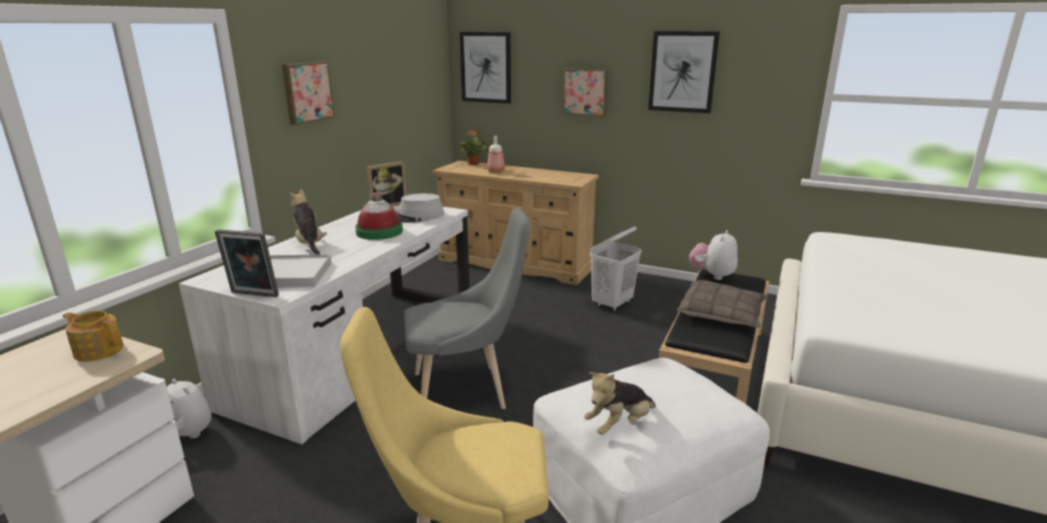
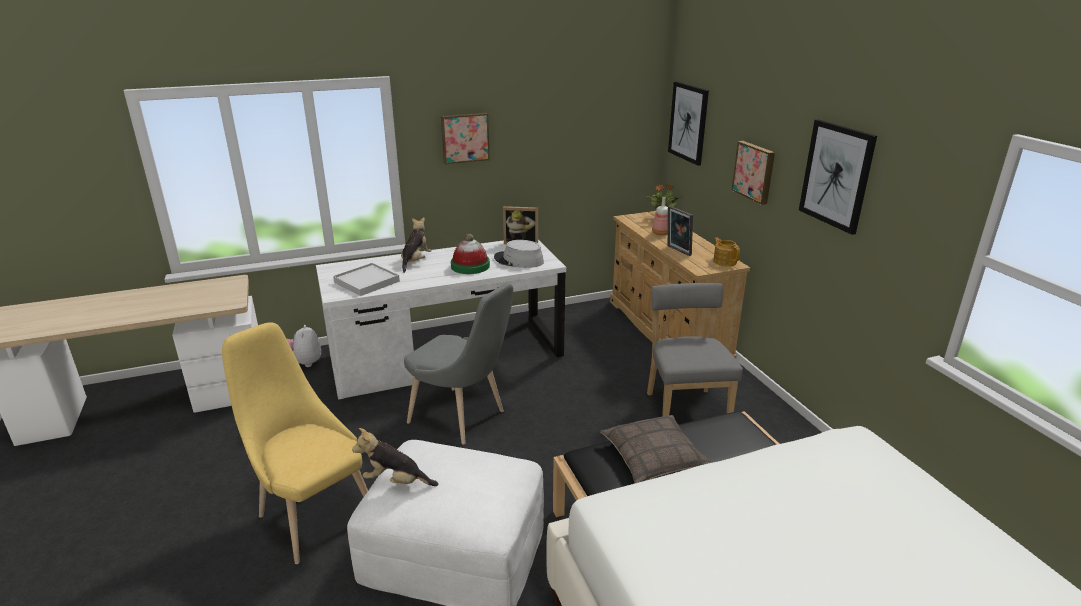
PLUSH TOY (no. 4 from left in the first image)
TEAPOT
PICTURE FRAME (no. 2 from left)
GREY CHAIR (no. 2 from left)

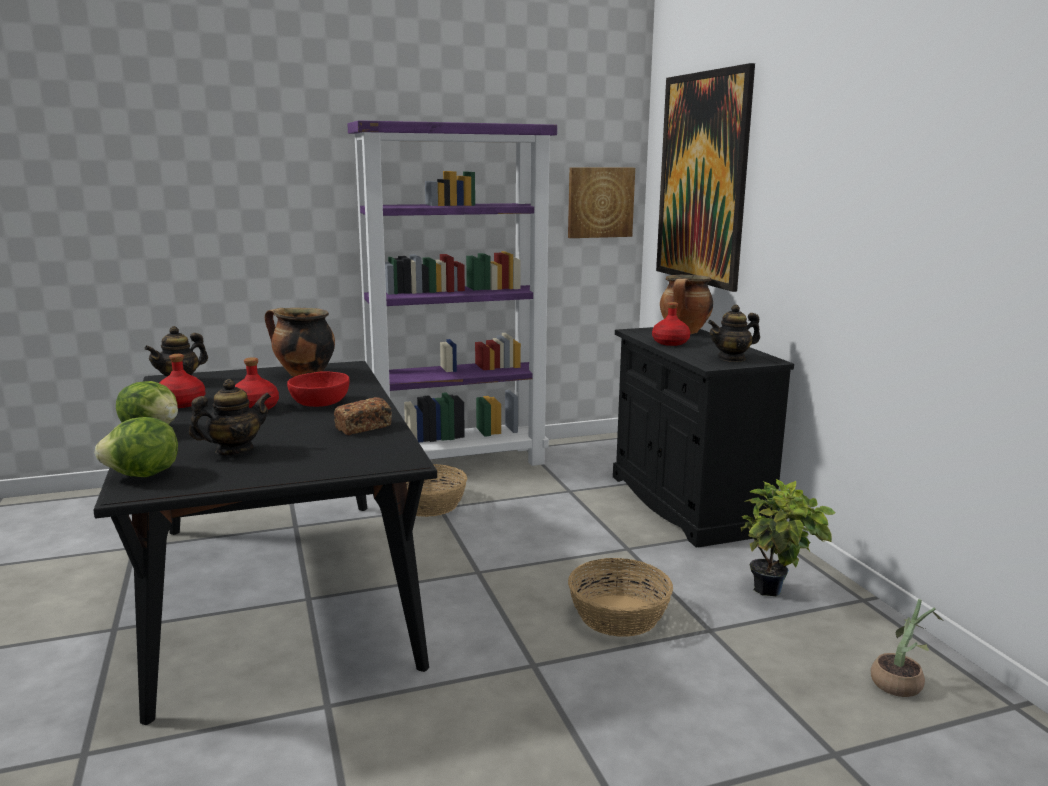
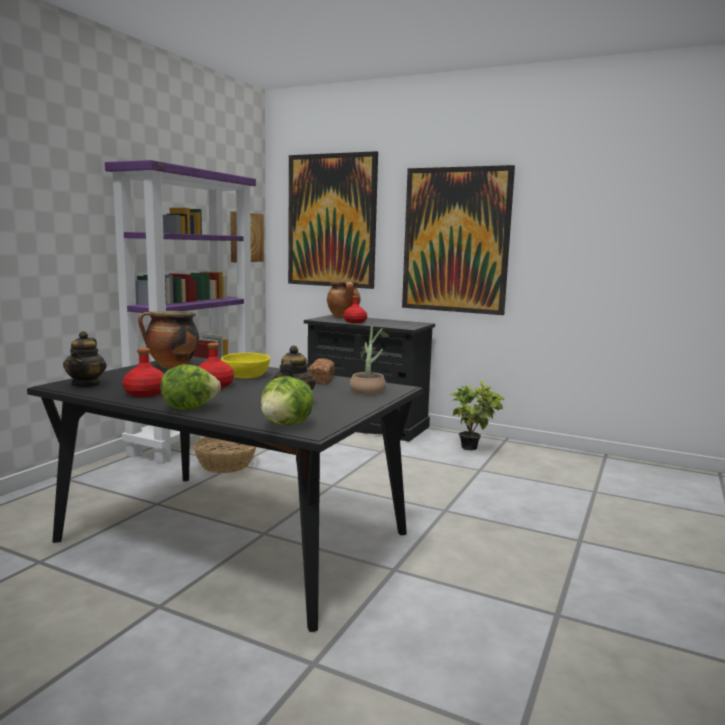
BASKET (no. 2 from left in the first image)
TEAPOT (no. 3 from left in the first image)
PICTURE (no. 3 from left)
POTTED PLANT (no. 1 from left)
YELLOW BOWL

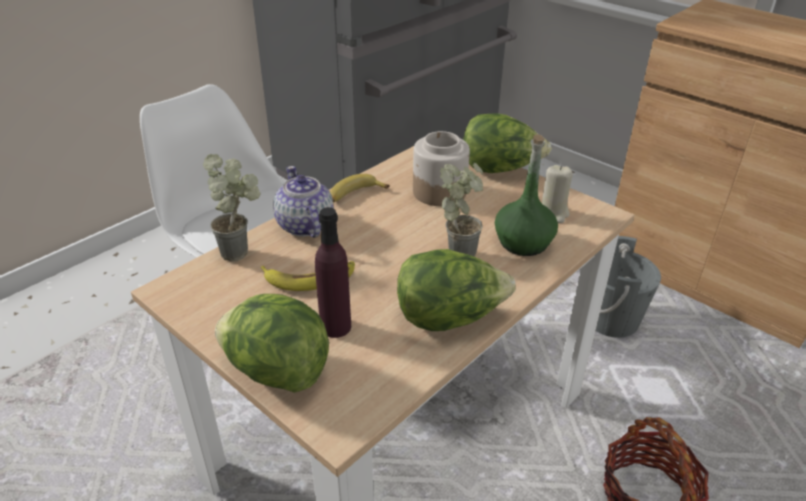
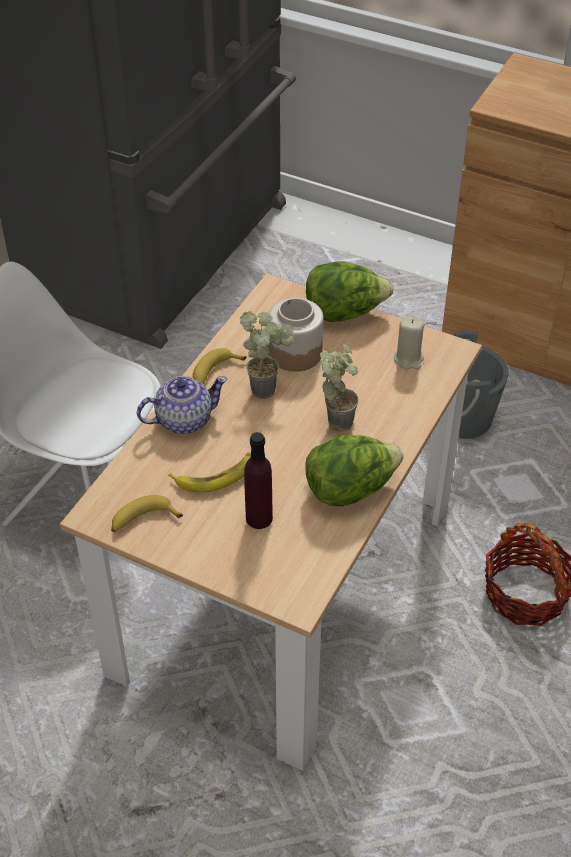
LETTUCE (no. 1 from left in the first image)
GREEN BOTTLE
BANANA (no. 1 from left)
POTTED PLANT (no. 1 from left)
TEAPOT

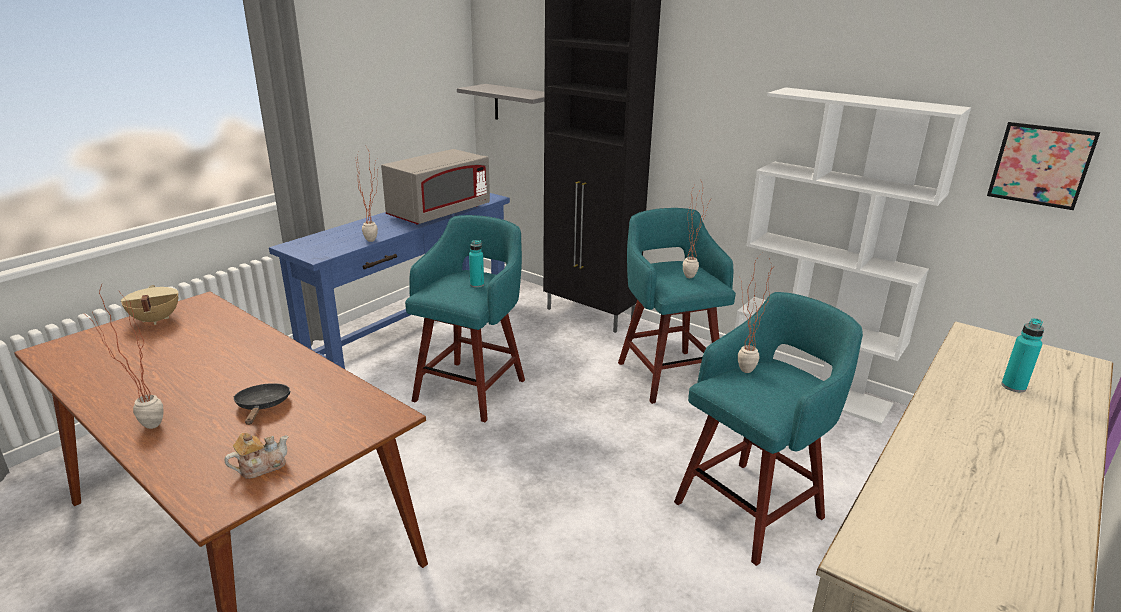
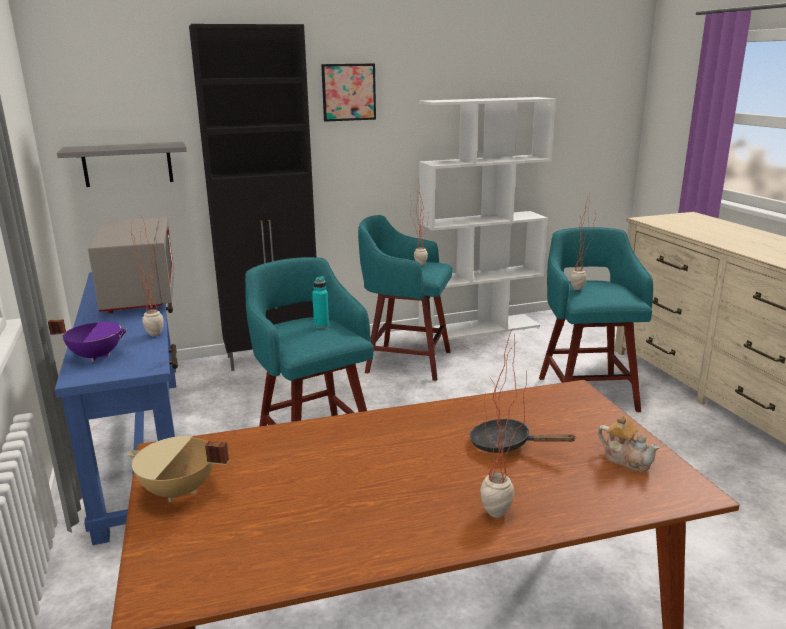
TURQUOISE BOTTLE (no. 2 from left in the first image)
PURPLE COOKING POT
PICTURE
TEAPOT

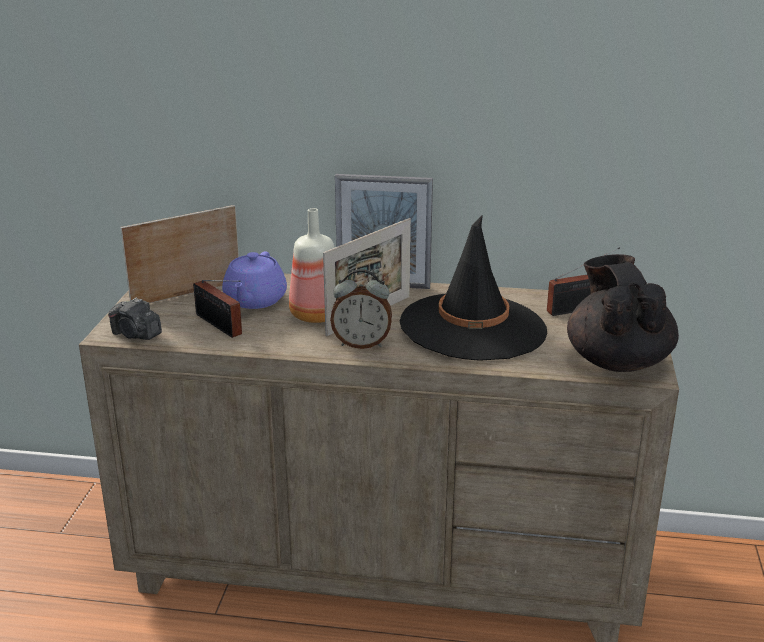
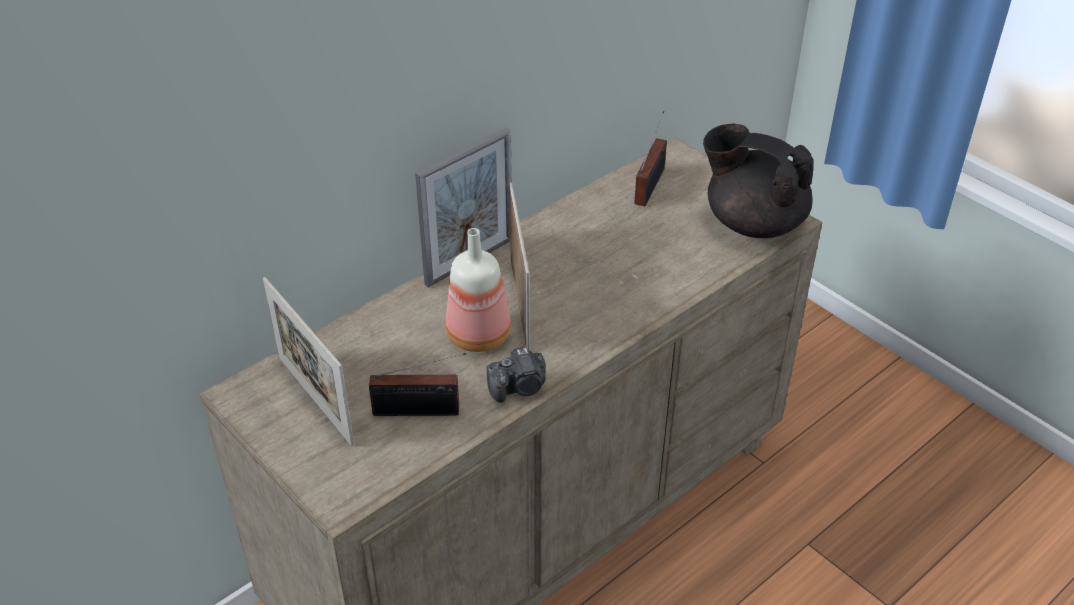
PURPLE TEAPOT
ALARM CLOCK
BLACK HAT
PHOTO CAMERA
PICTURE FRAME (no. 1 from left)

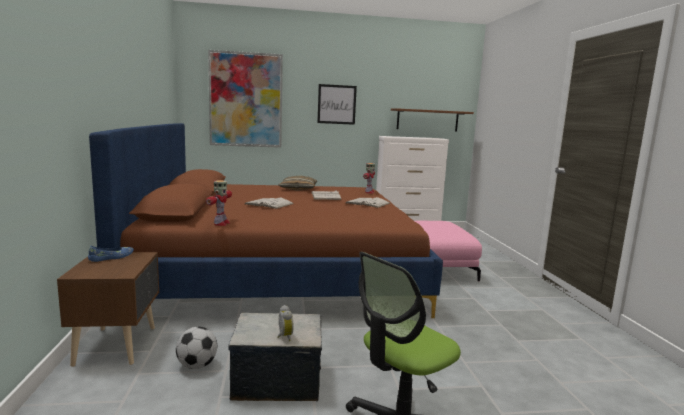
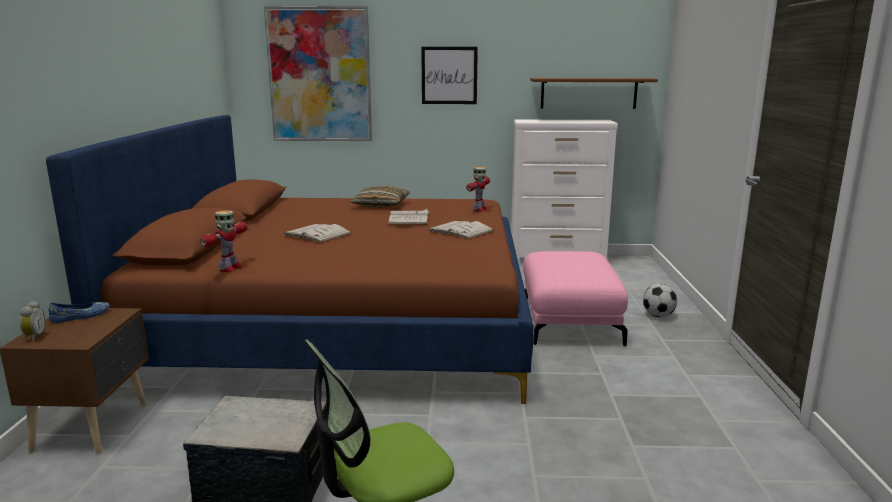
FOOTBALL
ALARM CLOCK

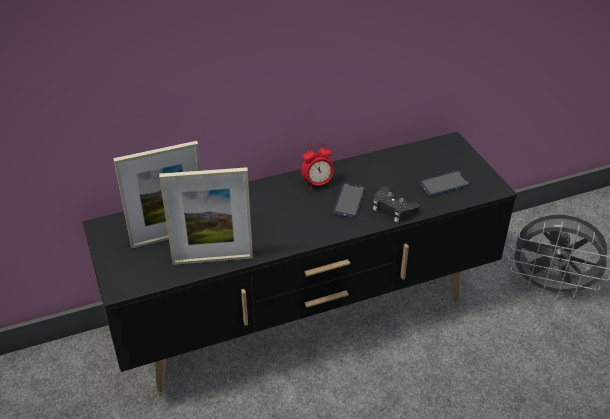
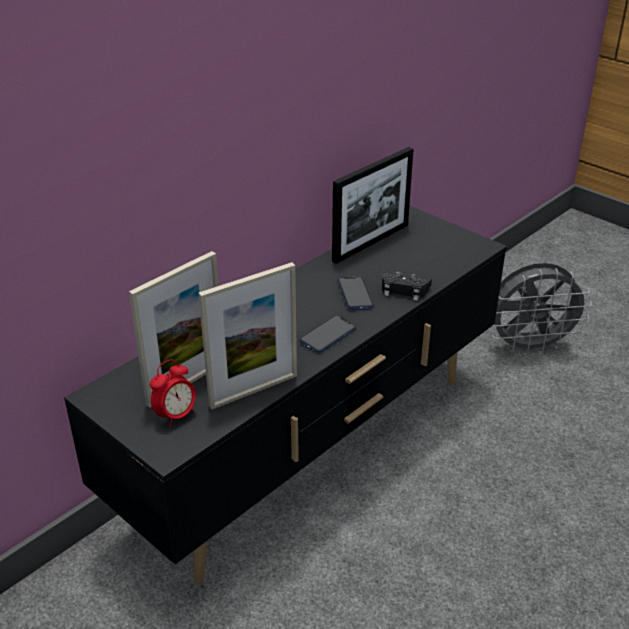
PICTURE FRAME (no. 3 from left)
ALARM CLOCK
PHONE (no. 1 from left)

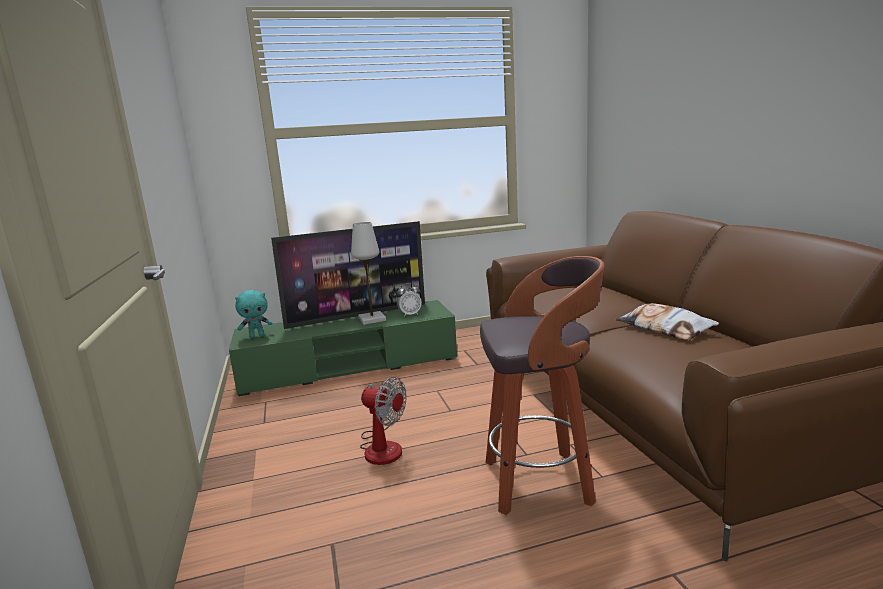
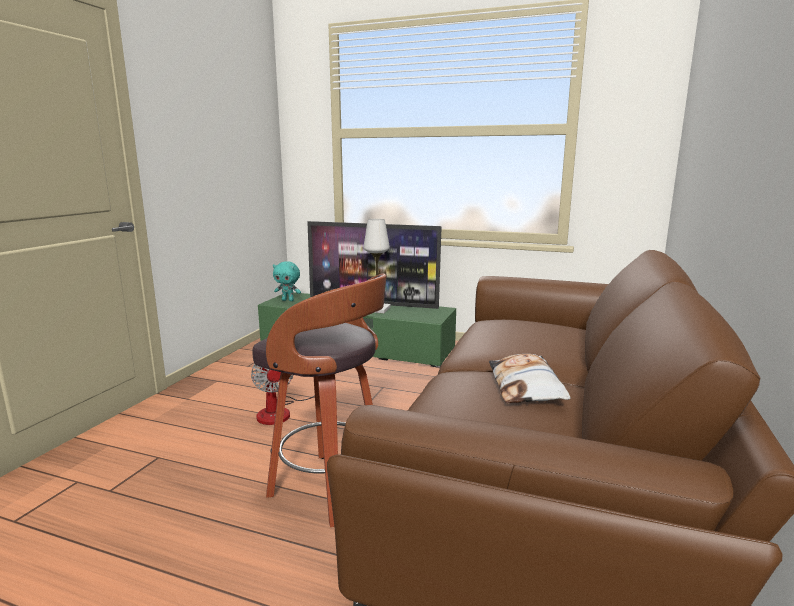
ALARM CLOCK

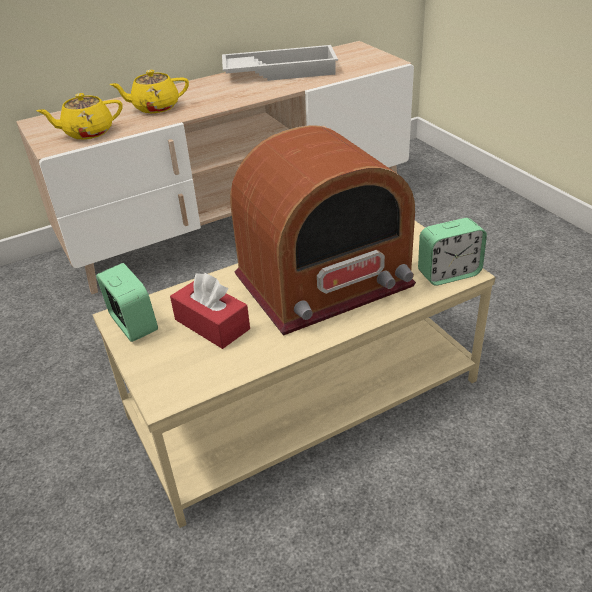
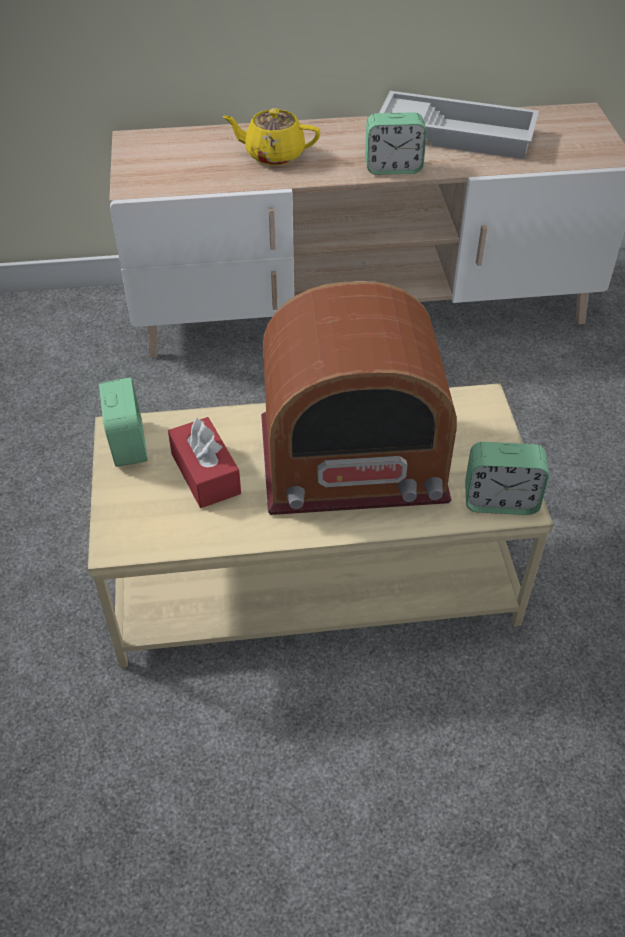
YELLOW TEAPOT (no. 1 from left in the first image)
ALARM CLOCK (no. 2 from left)

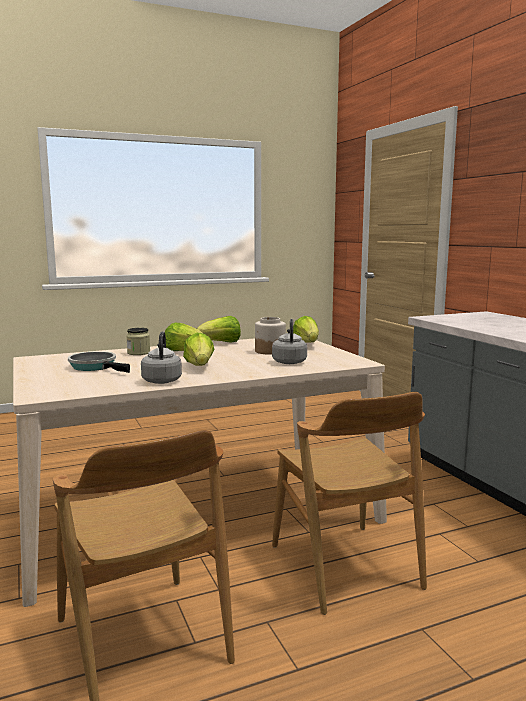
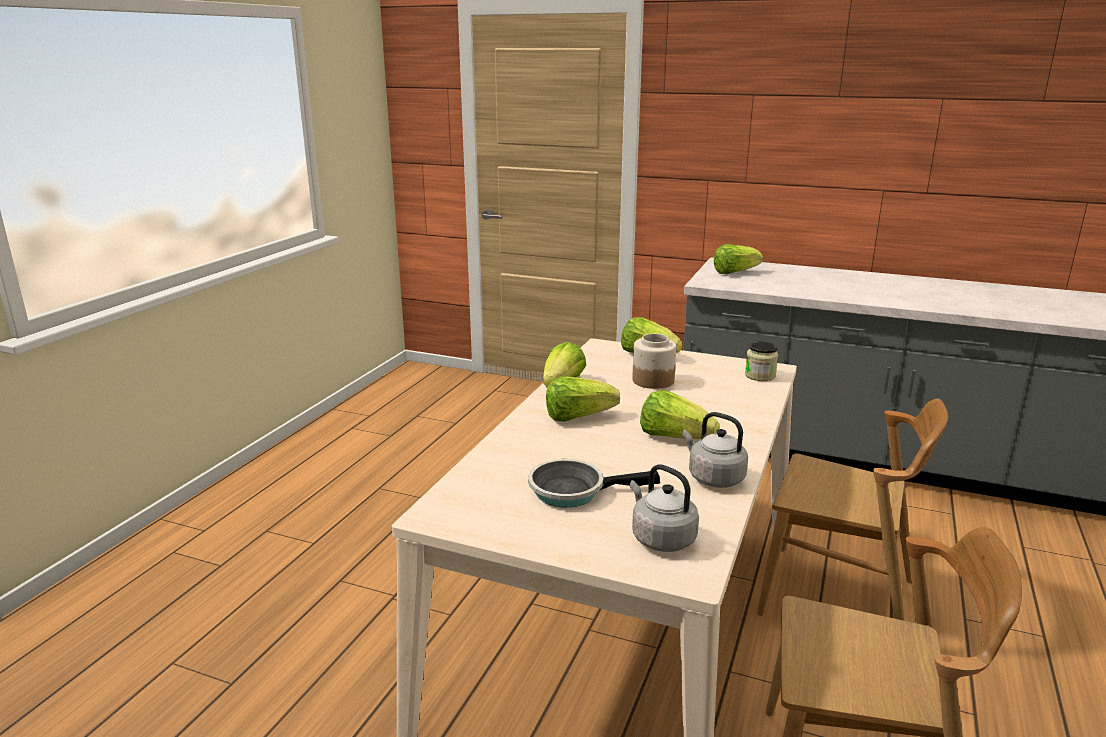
LETTUCE (no. 5 from left)
JAR (no. 2 from left)
GREY KETTLE (no. 1 from left)

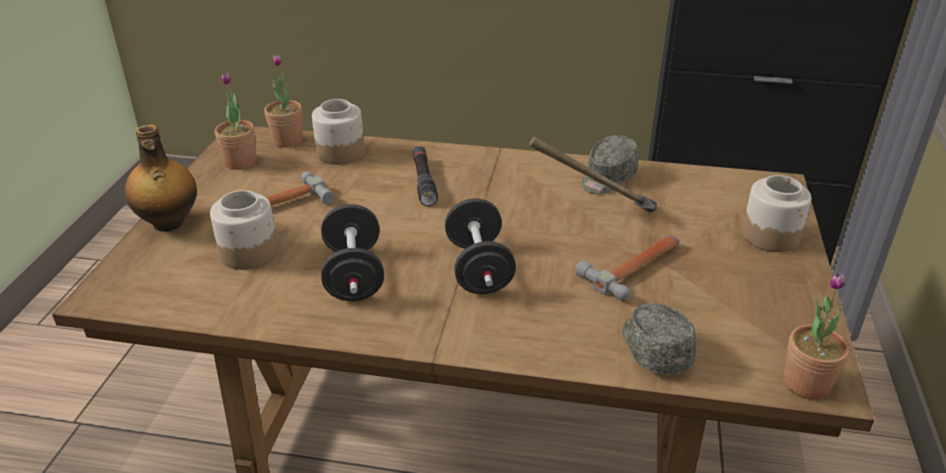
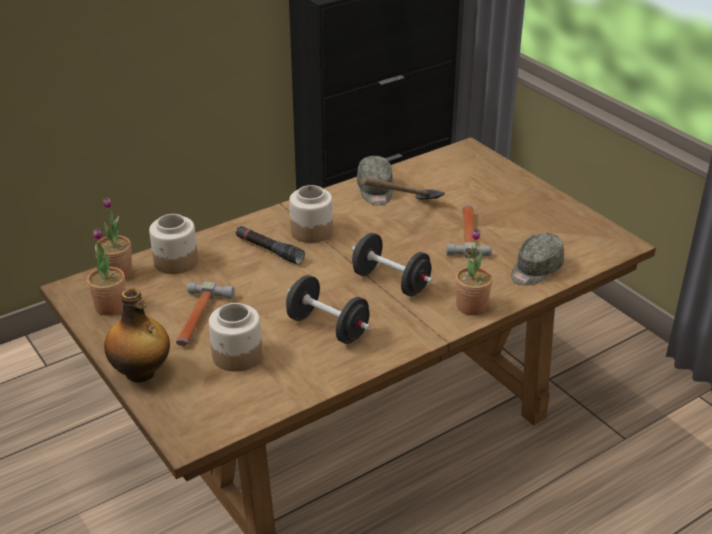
JAR (no. 3 from left)
POTTED PLANT (no. 3 from left)
GREY CAP (no. 2 from left)

